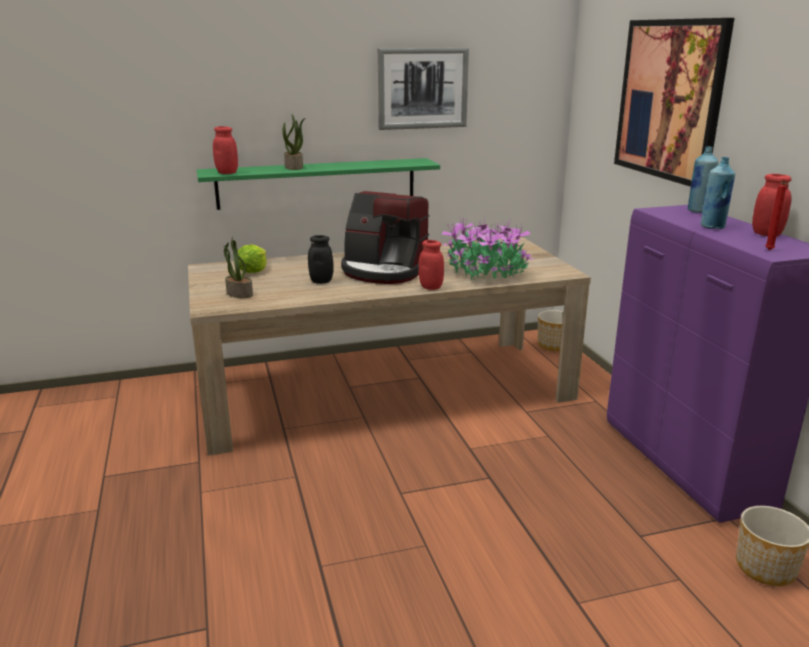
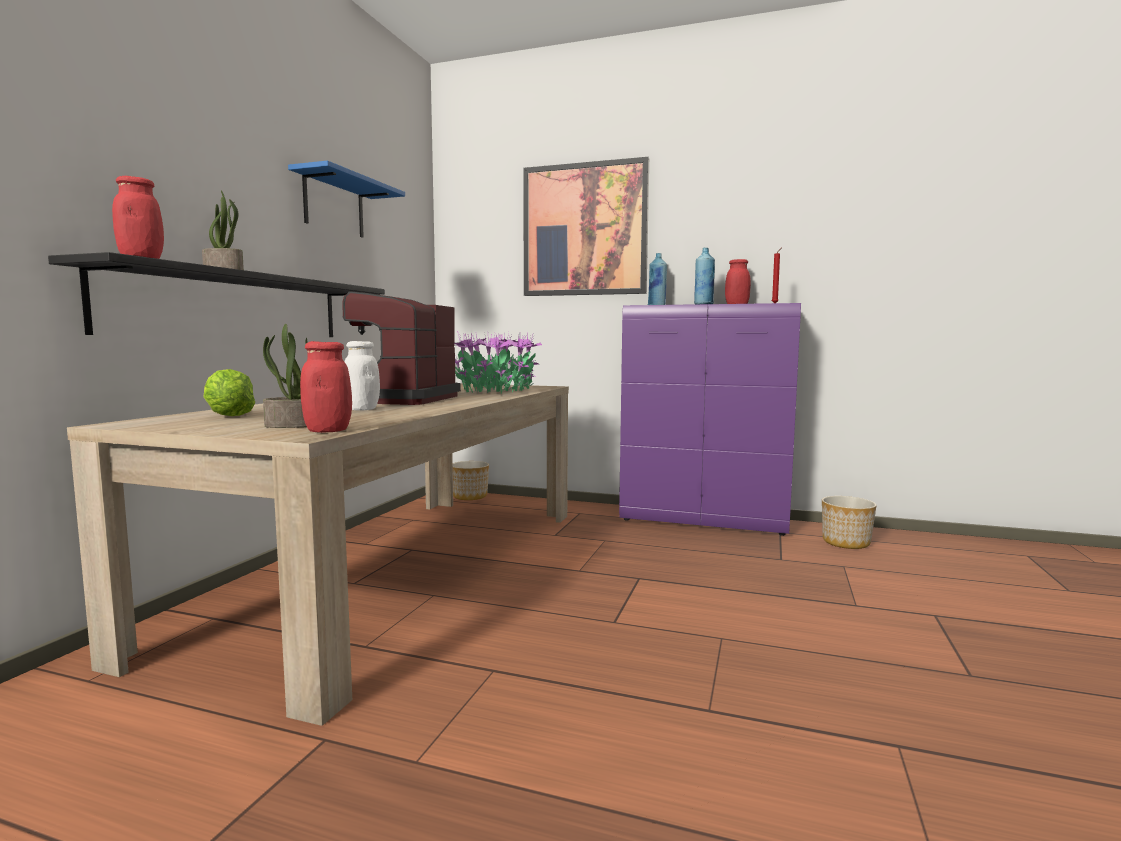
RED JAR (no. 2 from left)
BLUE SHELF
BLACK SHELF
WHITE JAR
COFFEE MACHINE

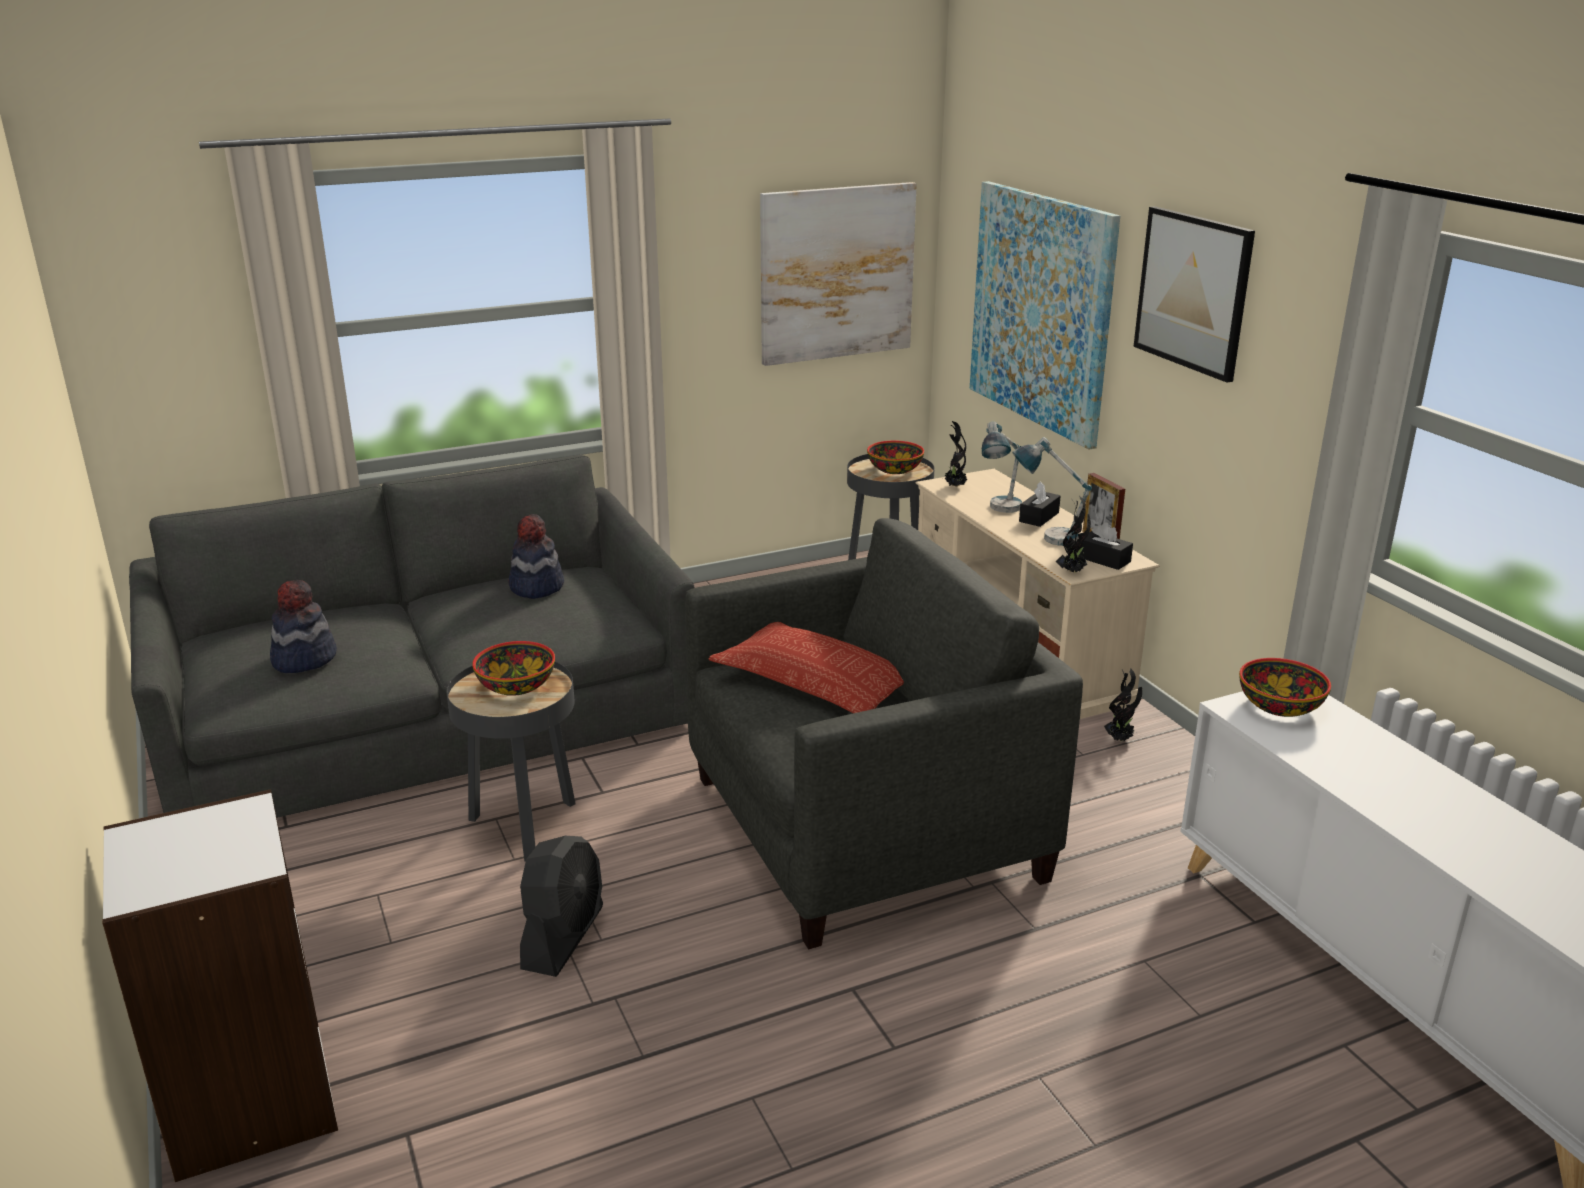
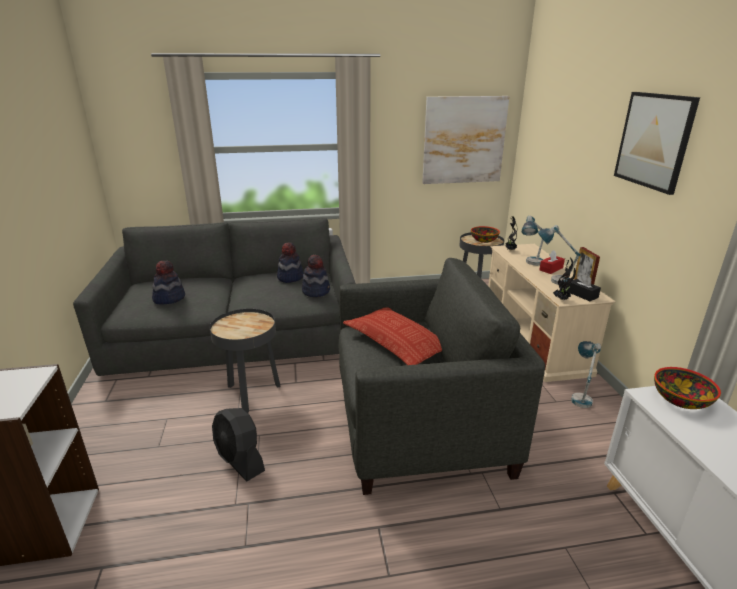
BOWL (no. 1 from left in the first image)
PICTURE (no. 2 from left in the first image)
HAT (no. 3 from left)
TABLE LAMP (no. 3 from left)
RED TISSUE BOX
BLACK FAN

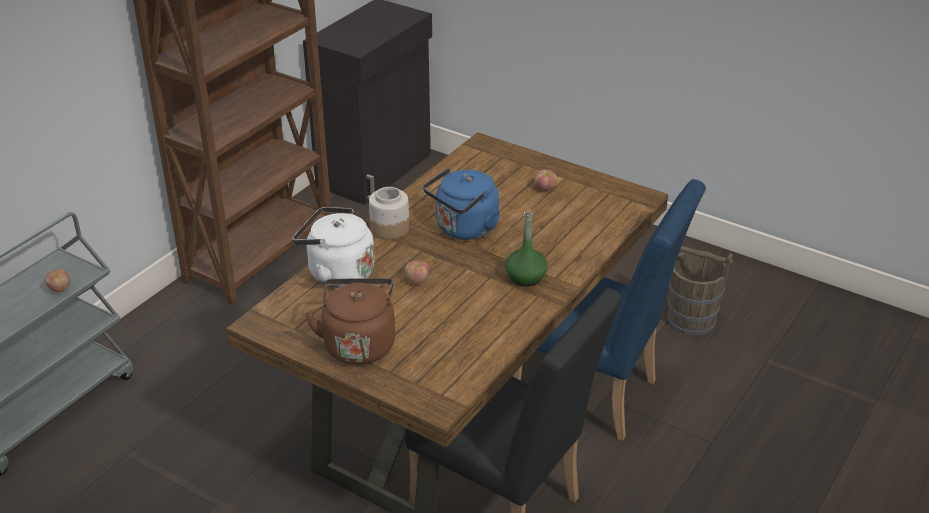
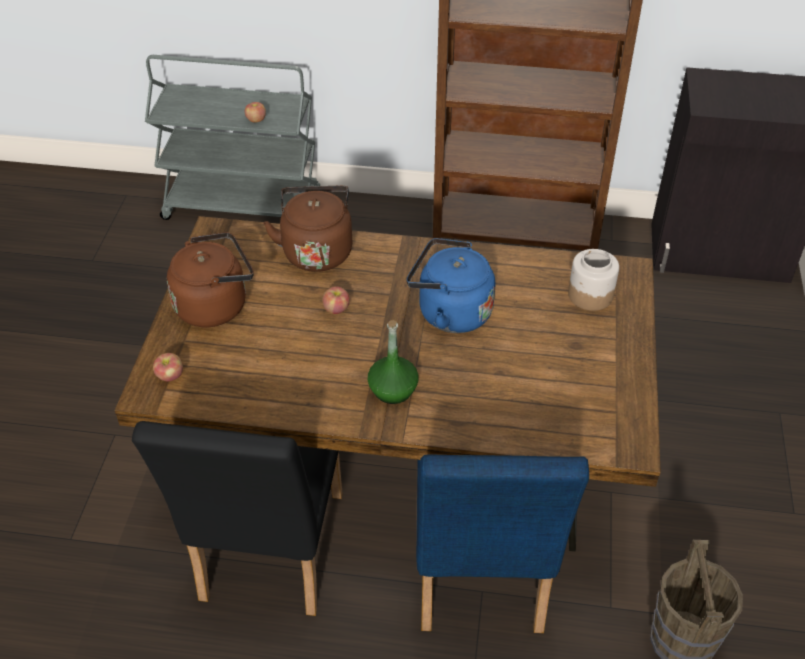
JAR
APPLE (no. 1 from left)
BROWN KETTLE (no. 2 from left)

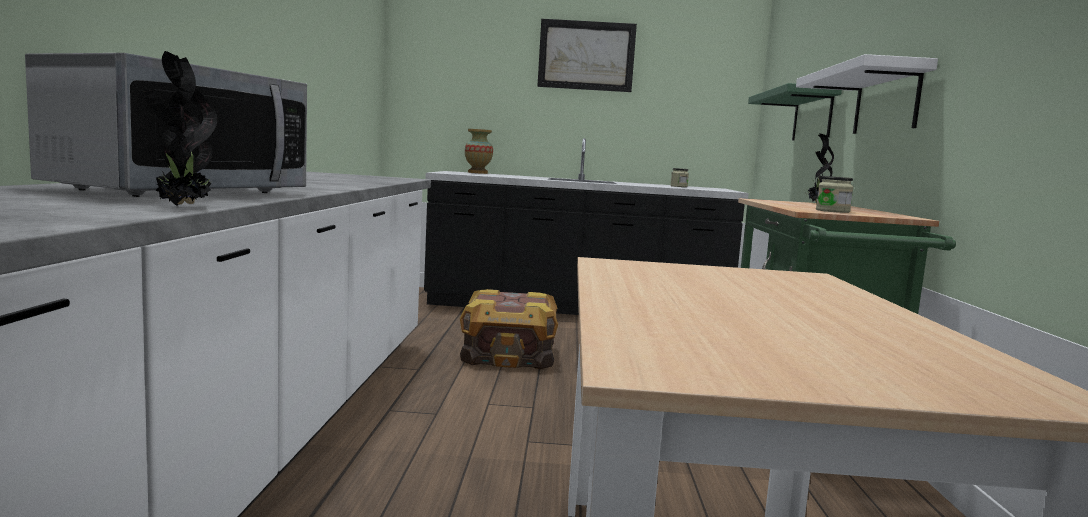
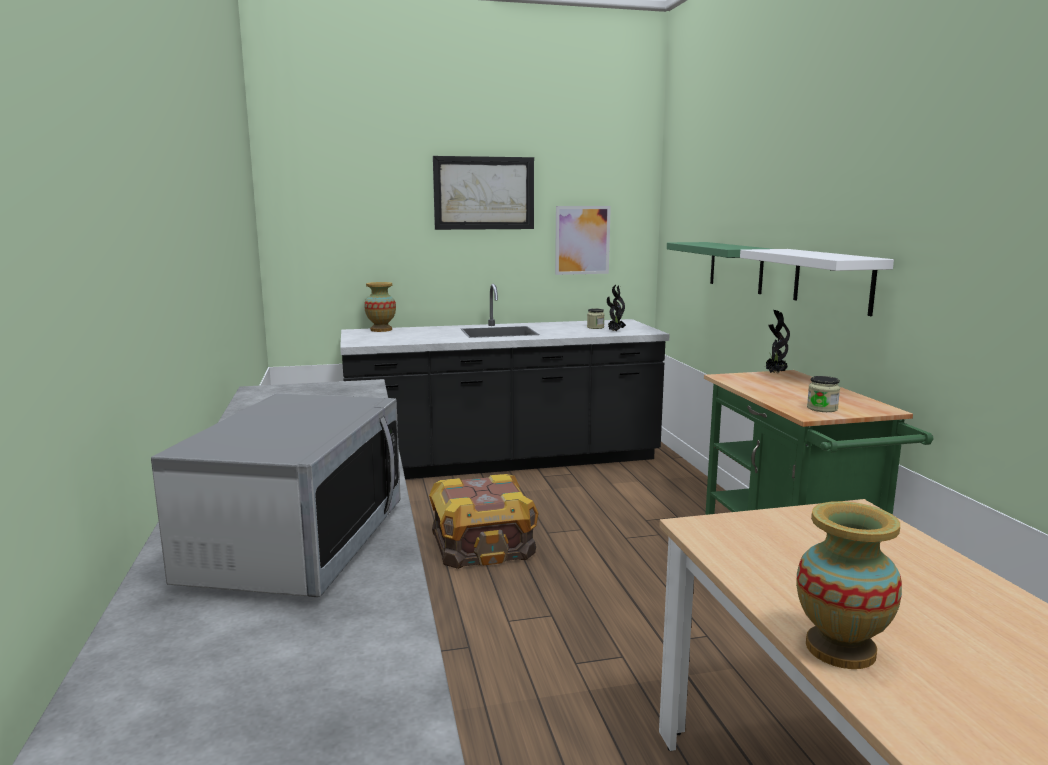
PICTURE (no. 2 from left)
VASE (no. 2 from left)
POTTED PLANT (no. 1 from left)

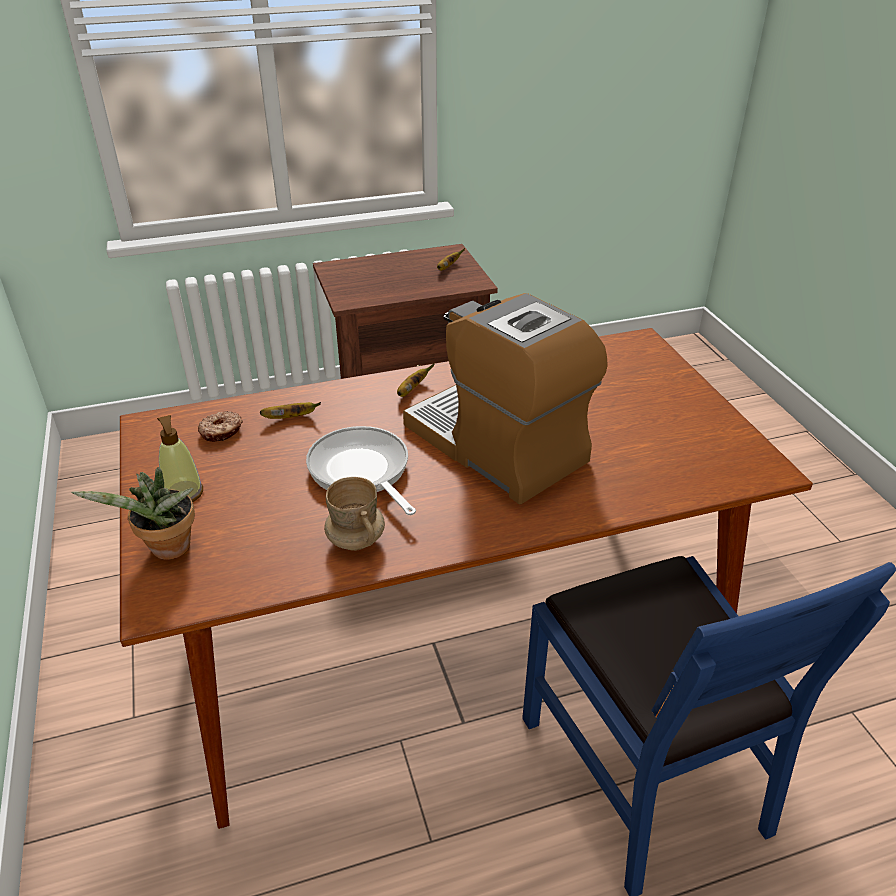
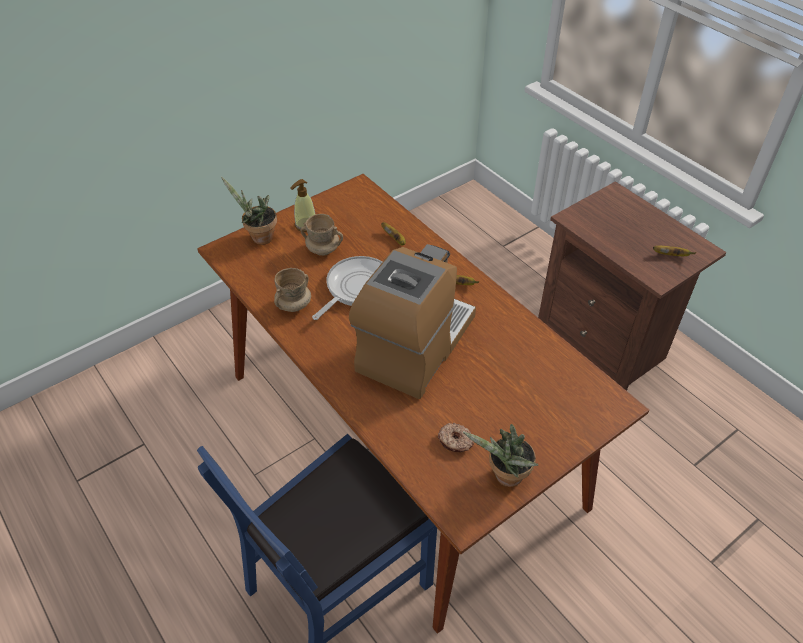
BEIGE MUG (no. 2 from left)
POTTED PLANT (no. 2 from left)
DONUT

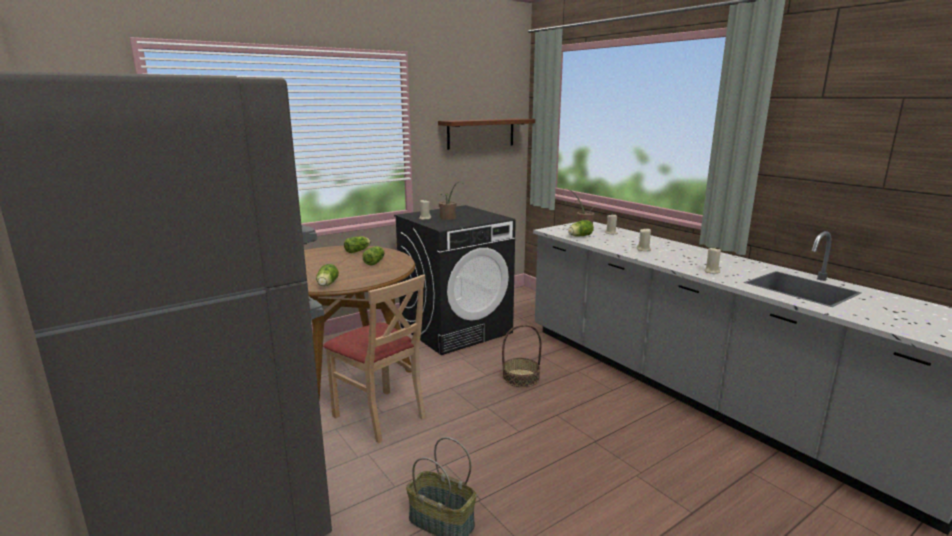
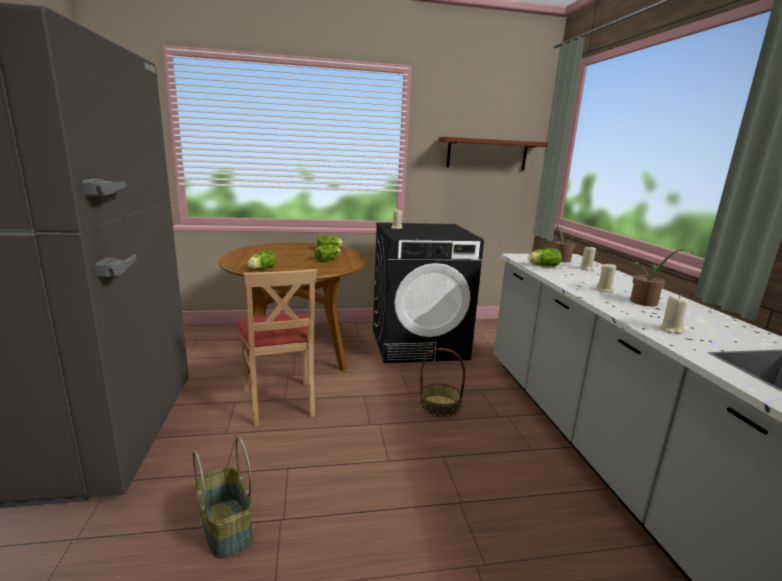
POTTED PLANT (no. 2 from left)

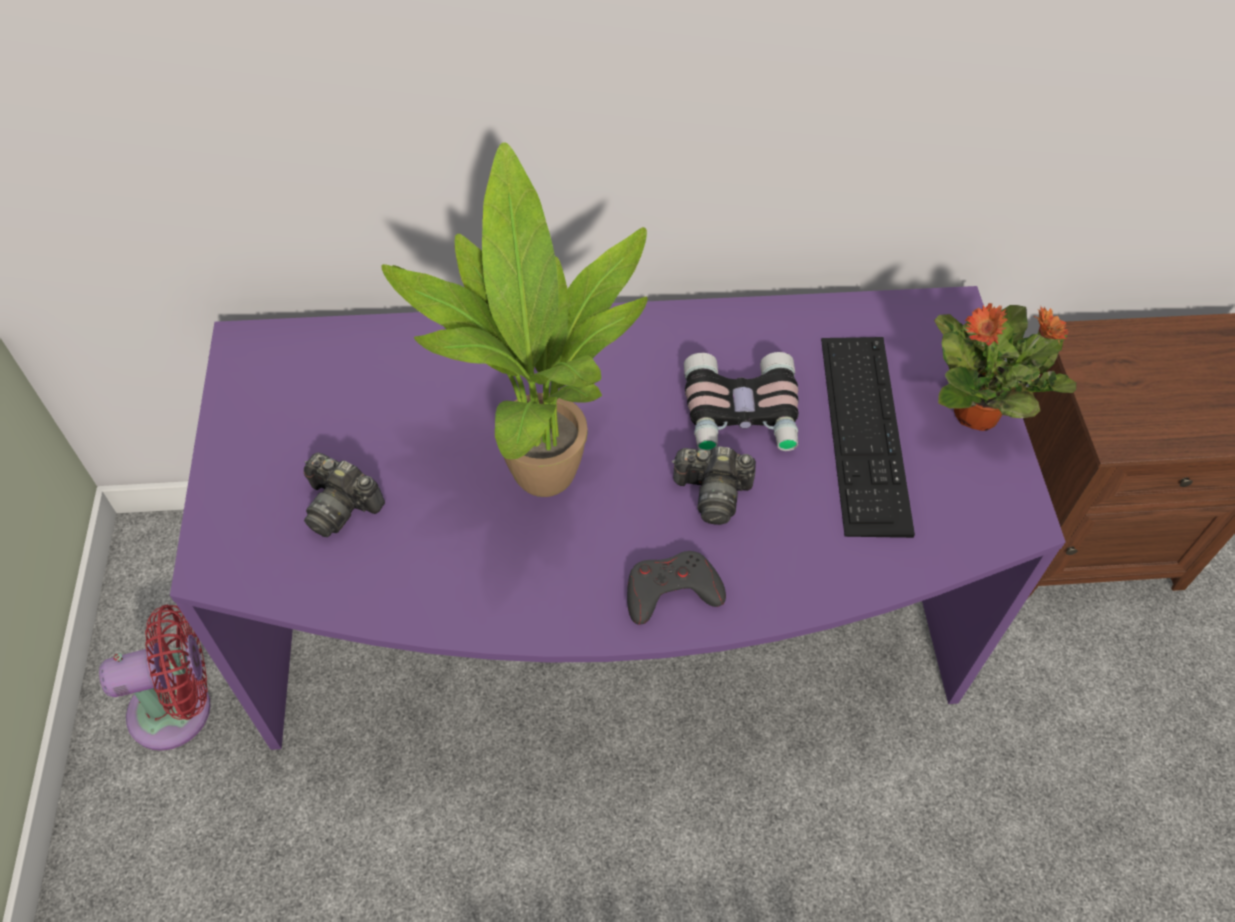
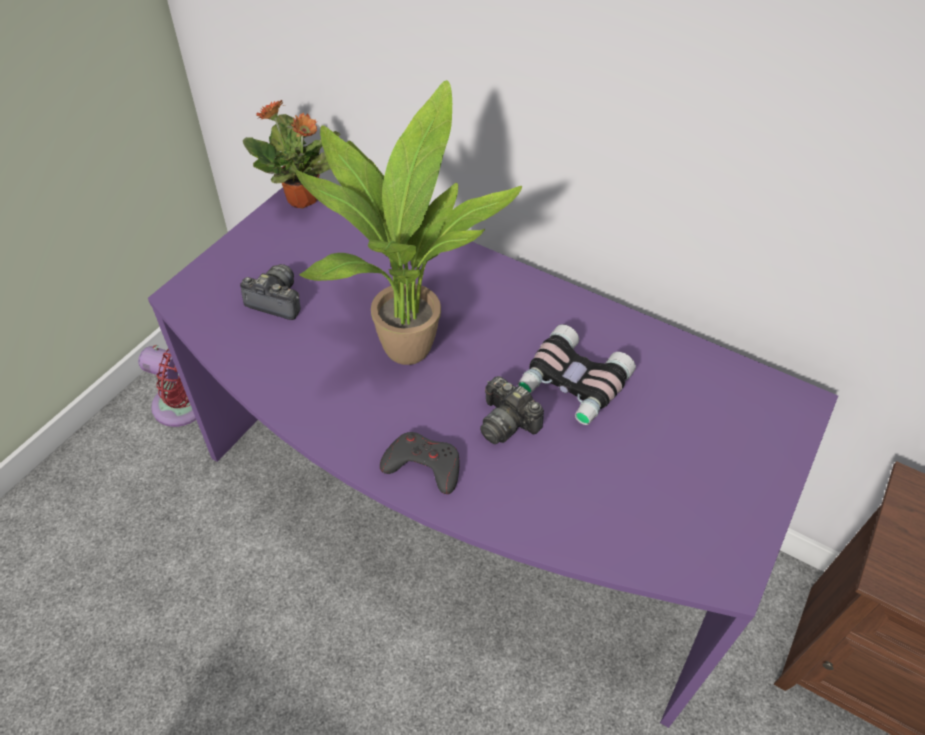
KEYBOARD
POTTED PLANT (no. 1 from left)
PHOTO CAMERA (no. 1 from left)

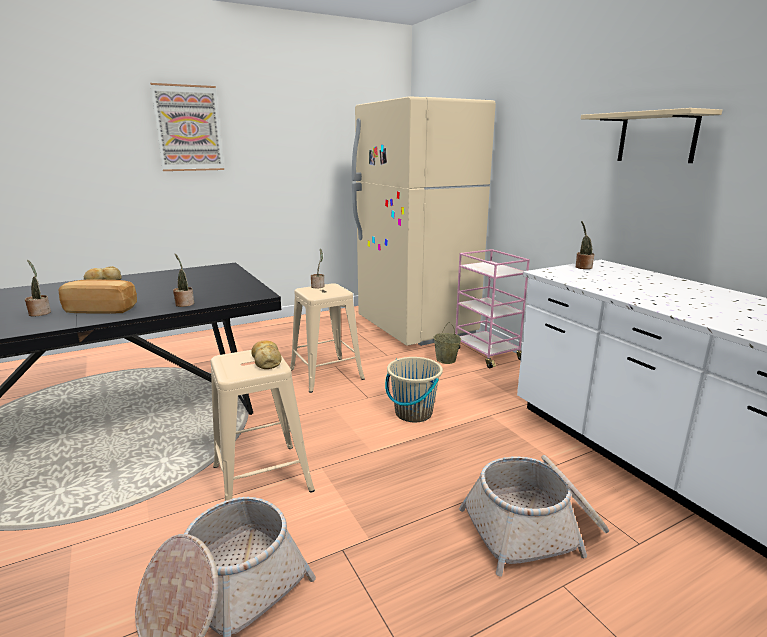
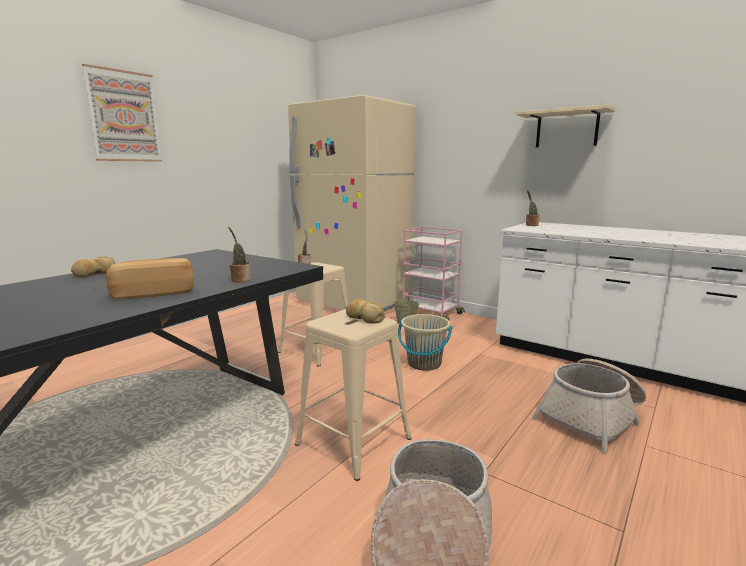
POTTED PLANT (no. 1 from left in the first image)

